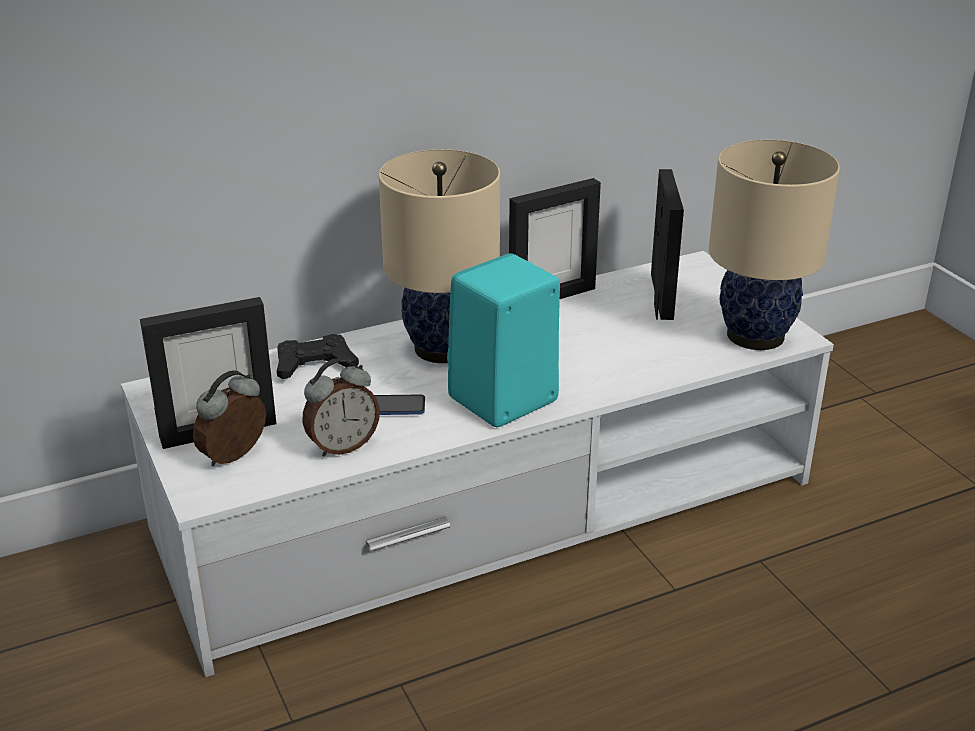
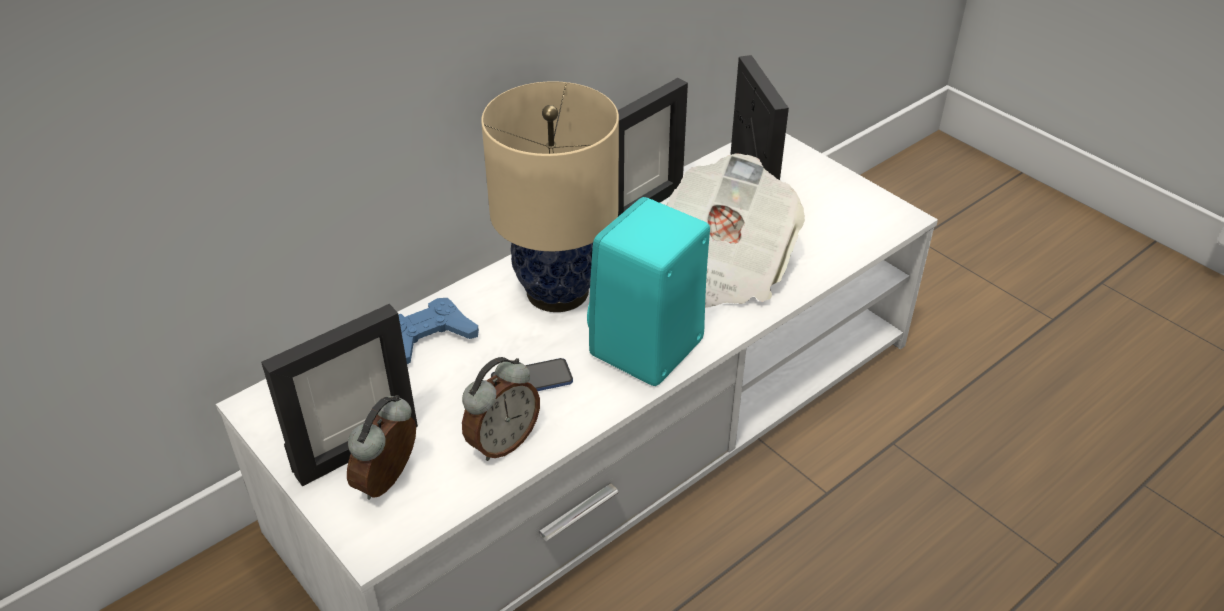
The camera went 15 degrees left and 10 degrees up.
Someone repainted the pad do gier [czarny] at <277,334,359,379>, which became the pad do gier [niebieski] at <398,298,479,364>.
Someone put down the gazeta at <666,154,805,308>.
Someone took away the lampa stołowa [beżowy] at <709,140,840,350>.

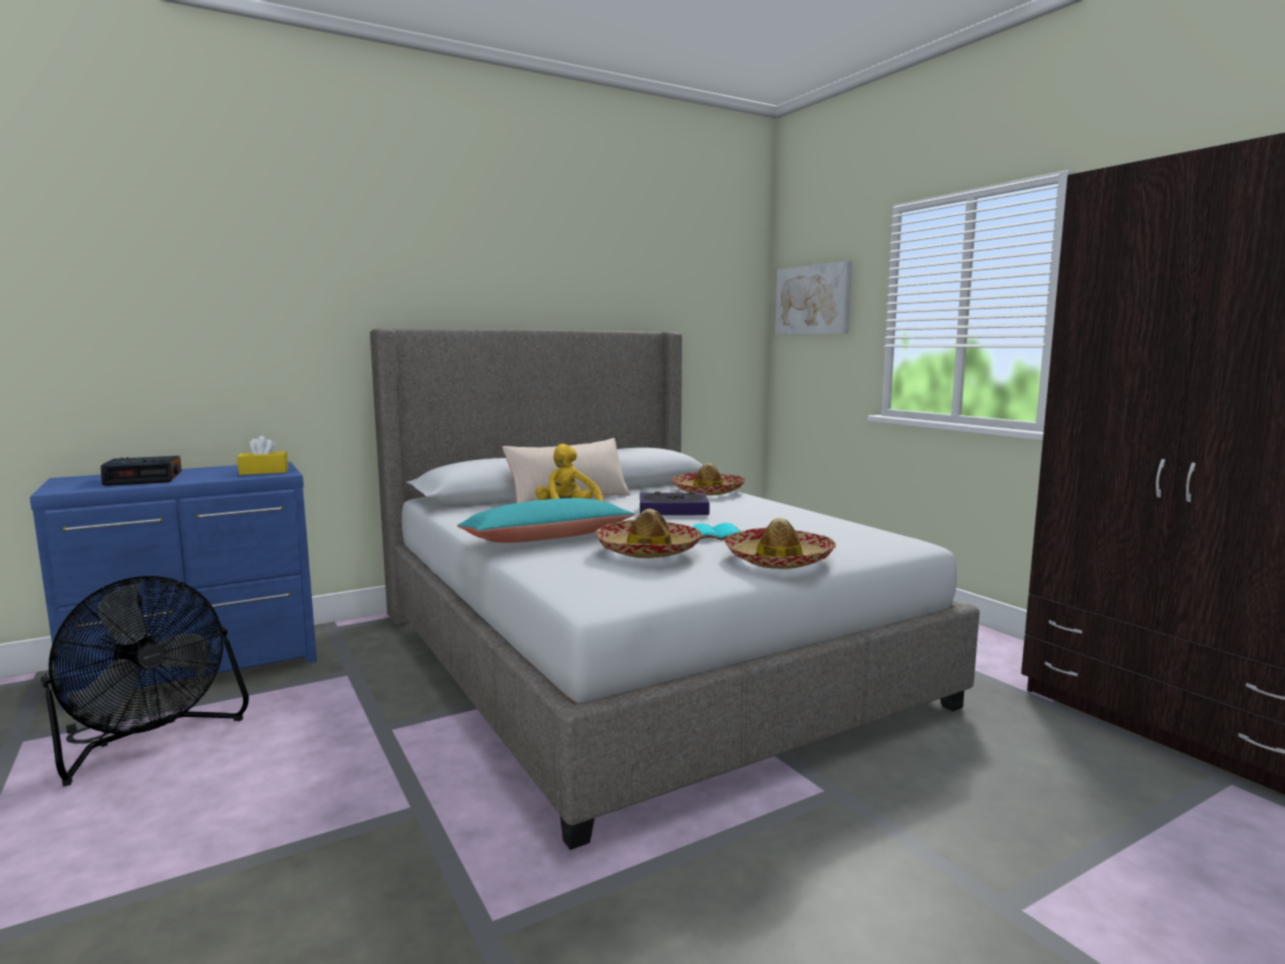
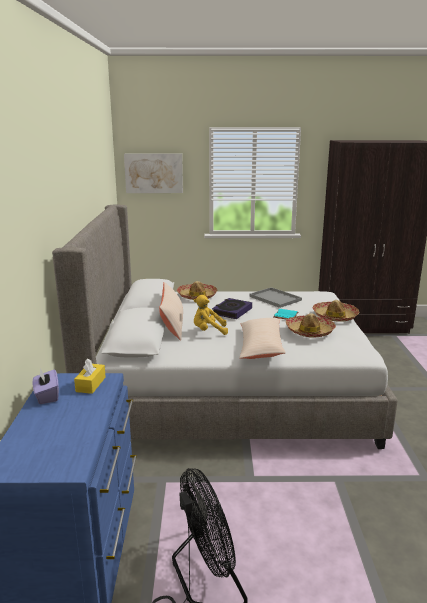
The camera went 60 degrees left and 10 degrees up.
Someone put down the pudełko chusteczek [fioletowy] at <33,368,59,404>.
Someone repainted the poduszka [turkusowy] at <457,498,635,543>, which became the poduszka [beżowy] at <239,318,286,359>.
Someone put down the taca [szary] at <250,287,302,308>.
Someone took away the budzik at <101,456,182,486>.

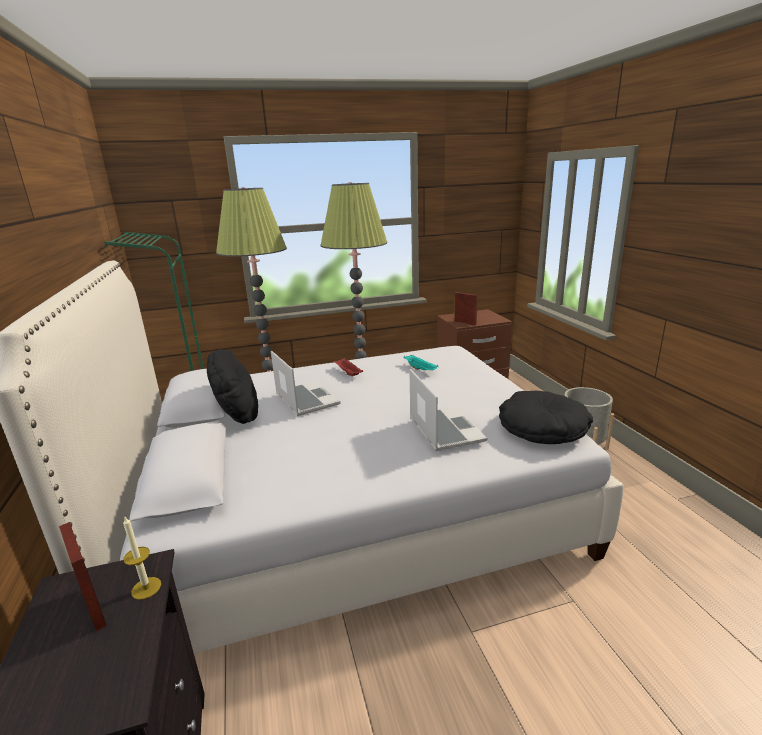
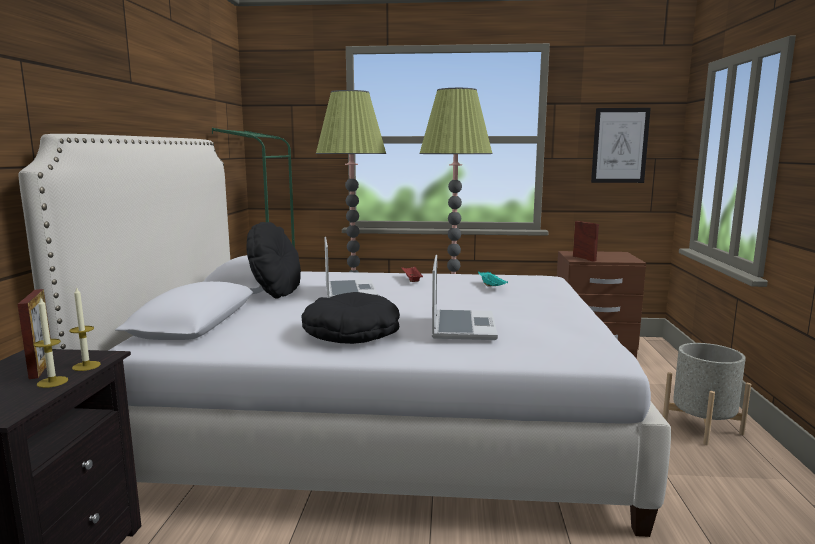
The camera went 20 degrees right and 10 degrees down.
Someone put down the świeca at <33,298,68,388>.
Someone carried the poduszka [czarny] from <499,391,593,444> to <301,292,400,344>.
Someone put up the obraz at <591,108,651,183>.

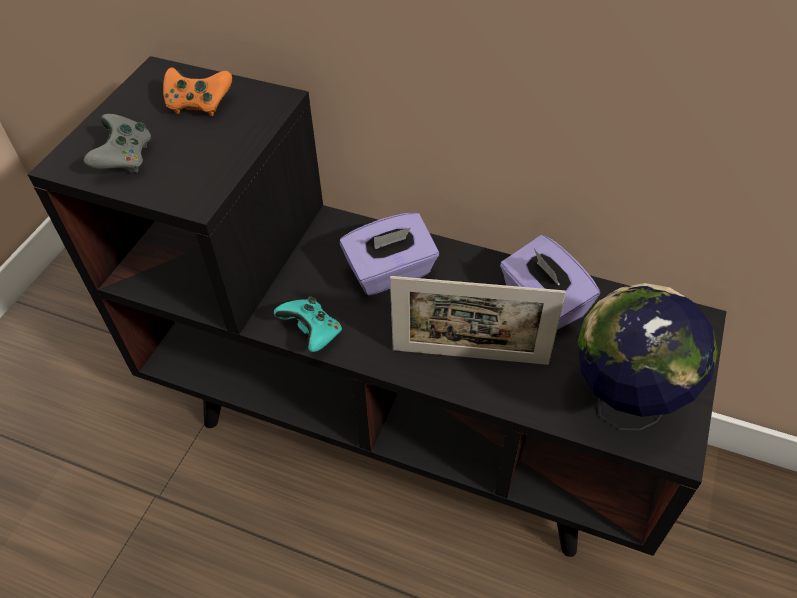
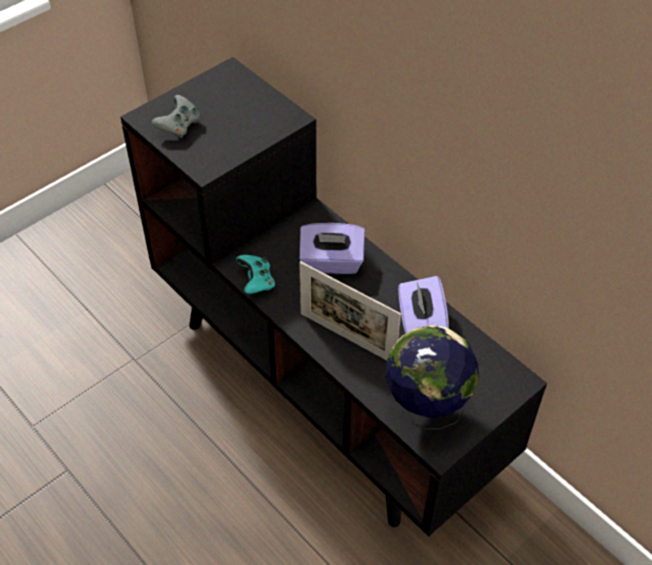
The camera went 25 degrees right and 0 degrees up.
Someone took away the pad do gier [pomarańczowy] at <163,67,232,116>.

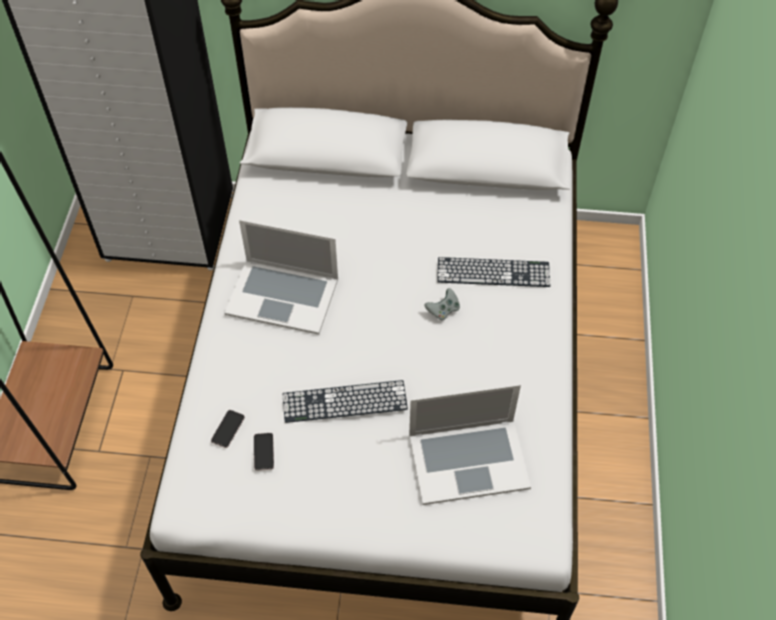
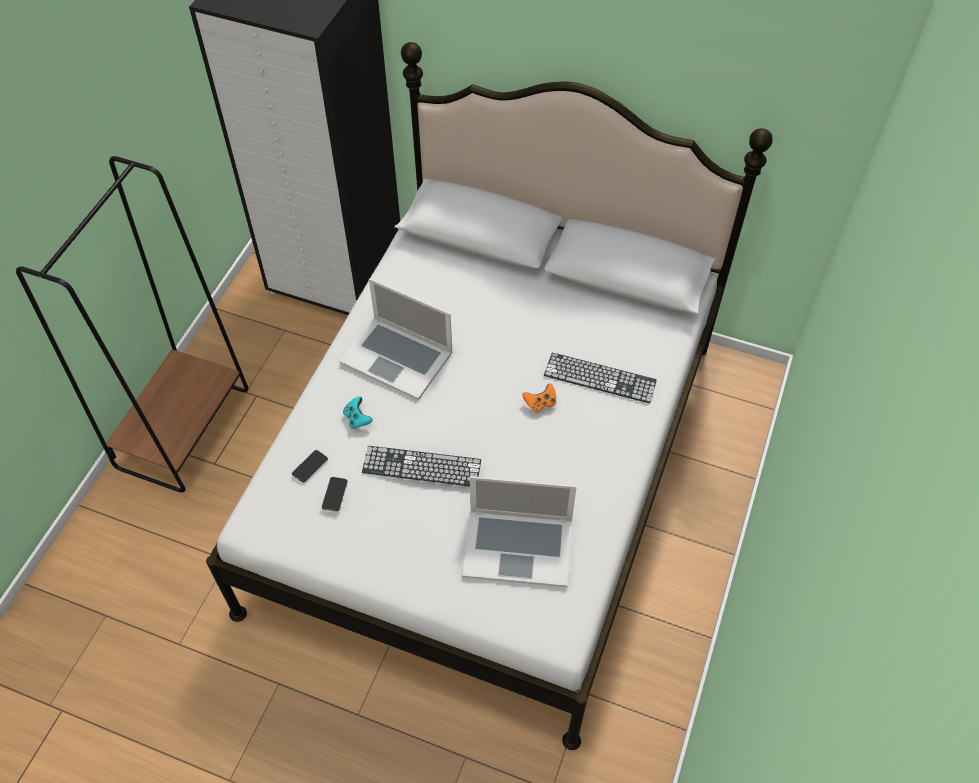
The camera went 15 degrees right and 0 degrees up.
Someone put down the pad do gier [turkusowy] at <343,396,373,429>.
Someone repainted the pad do gier [szary] at <425,288,460,321>, which became the pad do gier [pomarańczowy] at <522,383,556,412>.

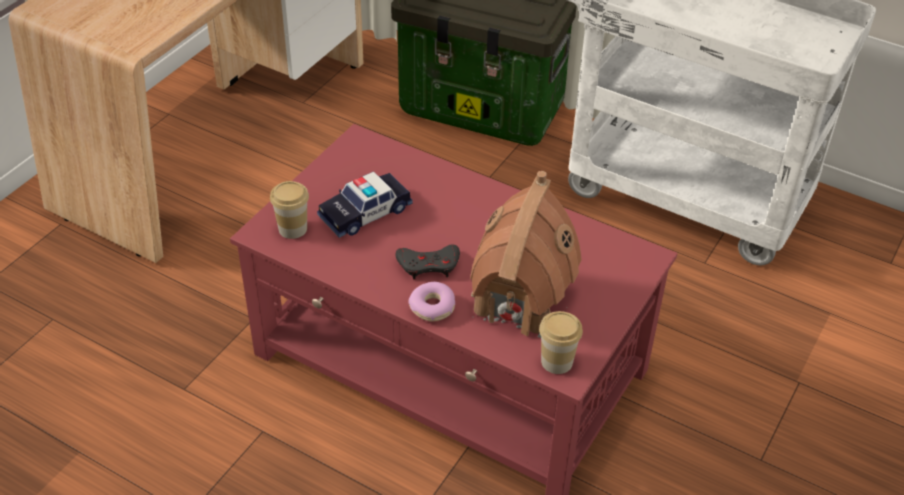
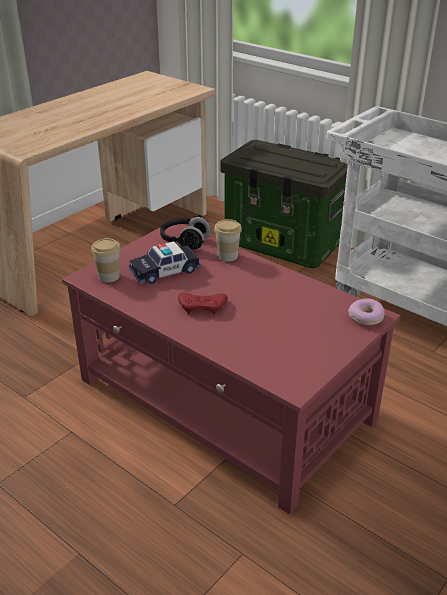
The camera went 10 degrees right and 10 degrees down.
Someone put down the słuchawki [czarny] at <160,216,212,249>.
Someone repainted the pad do gier [szary] at <396,245,460,280>, which became the pad do gier [czerwony] at <178,292,228,315>.
Someone carried the filiżanka from <539,311,583,374> to <214,219,242,262>.
Someone carried the donut from <408,282,455,321> to <348,299,385,325>.
Someone took away the domek at <470,171,582,338>.

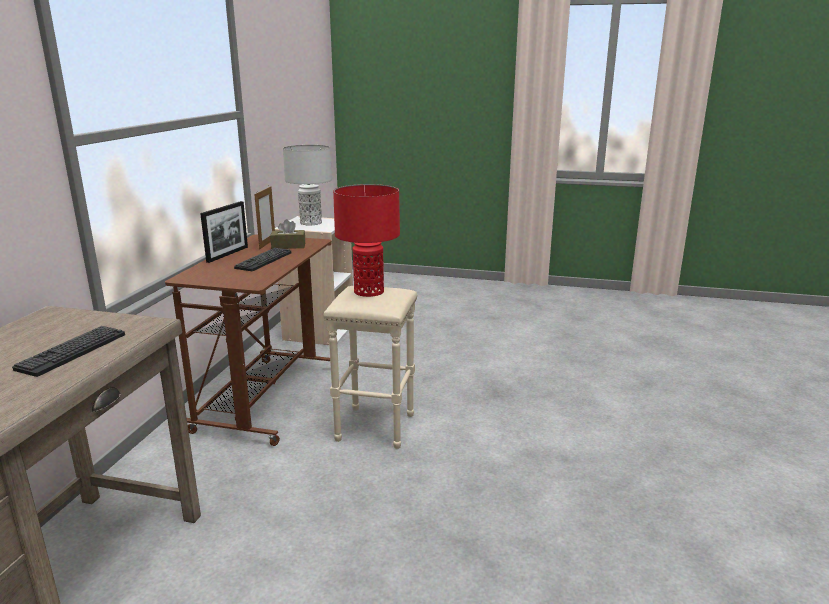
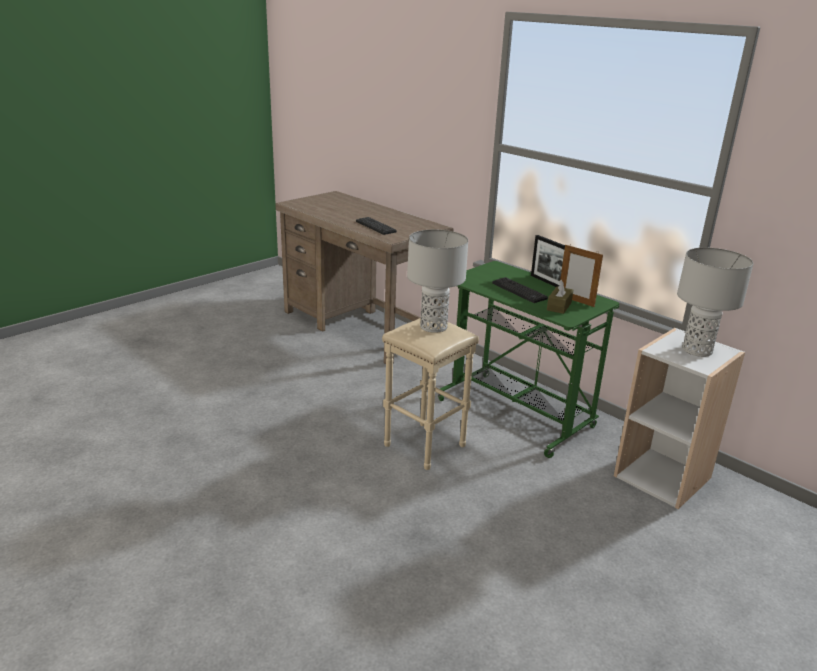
The camera went 120 degrees right and 5 degrees up.
Someone repainted the lampa stołowa [czerwony] at <333,184,400,297>, which became the lampa stołowa [biały] at <407,230,468,333>.
Someone repainted the biurko [brązowy] at <165,235,332,446>, which became the biurko [zielony] at <438,261,619,458>.

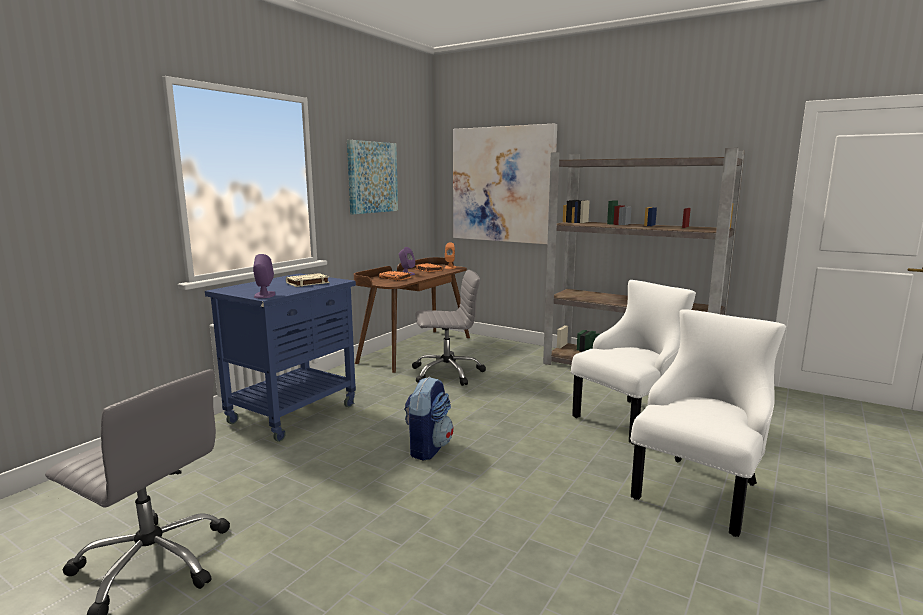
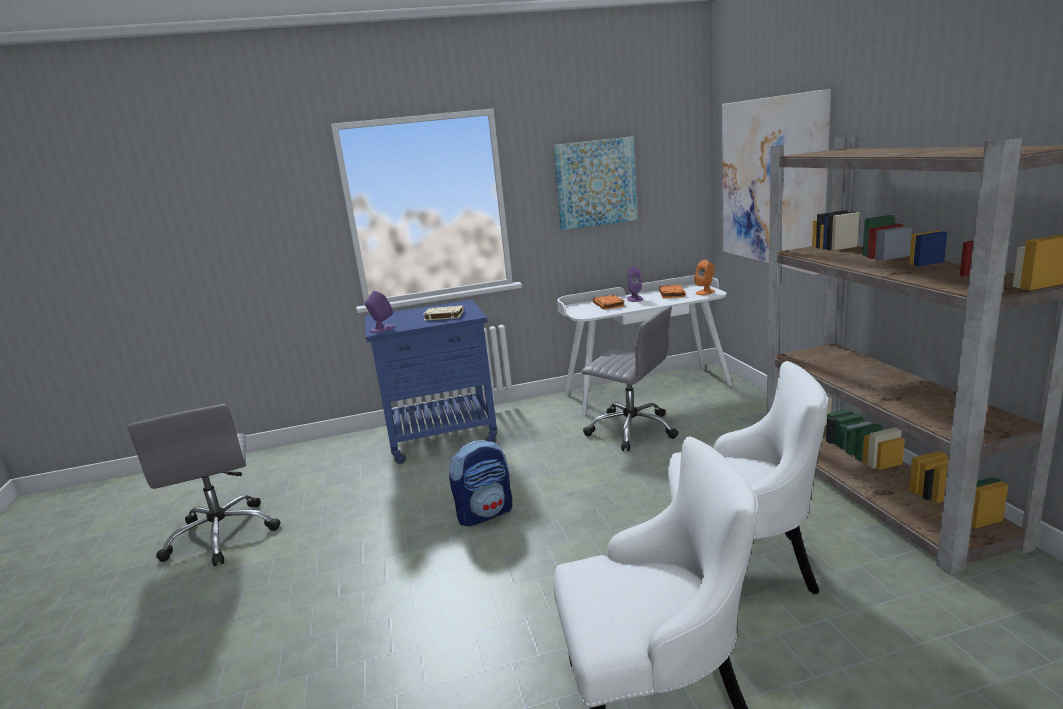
The camera went 45 degrees right and 5 degrees up.
Someone repainted the biurko [brązowy] at <354,257,470,373>, which became the biurko [biały] at <557,275,732,416>.

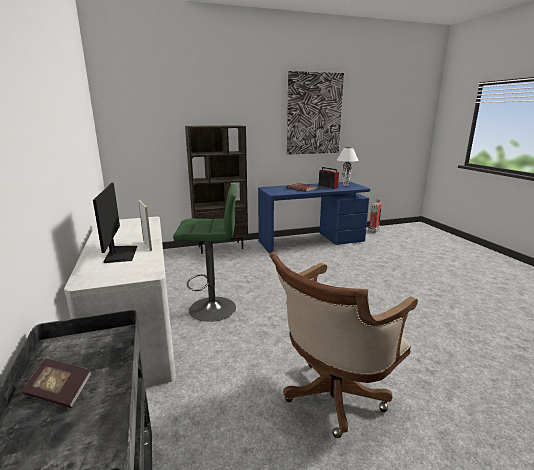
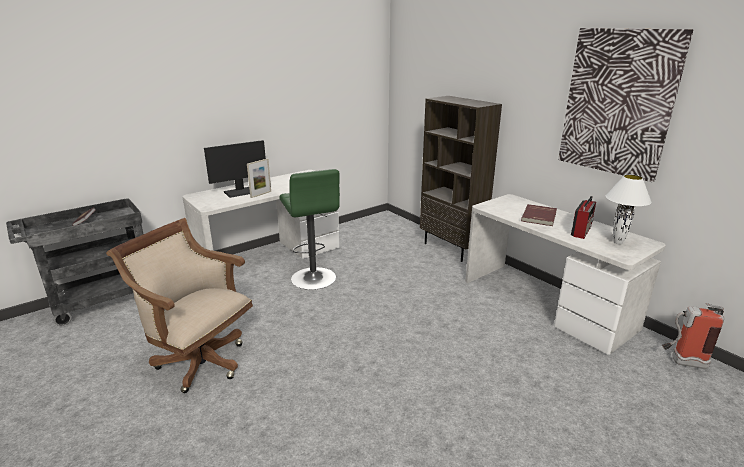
The camera went 70 degrees right and 5 degrees up.
Someone repainted the biurko [niebieski] at <258,182,370,254>, which became the biurko [biały] at <465,194,666,355>.

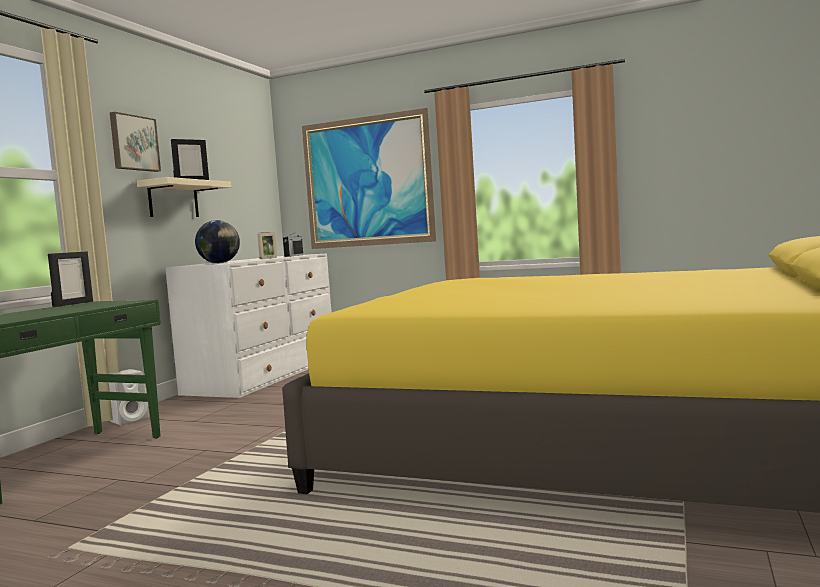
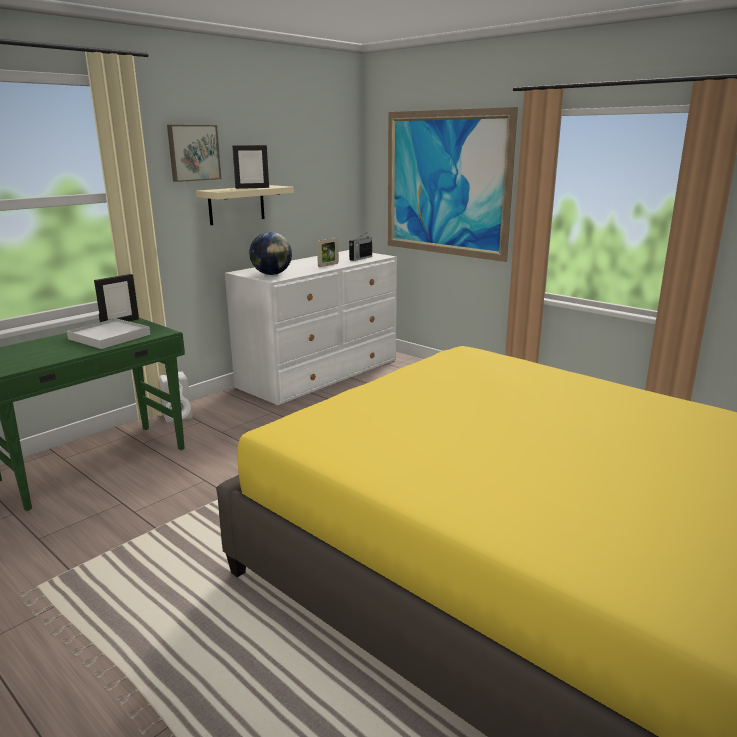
The camera went 20 degrees right and 15 degrees up.
Someone put down the taca [biały] at <67,318,151,349>.

